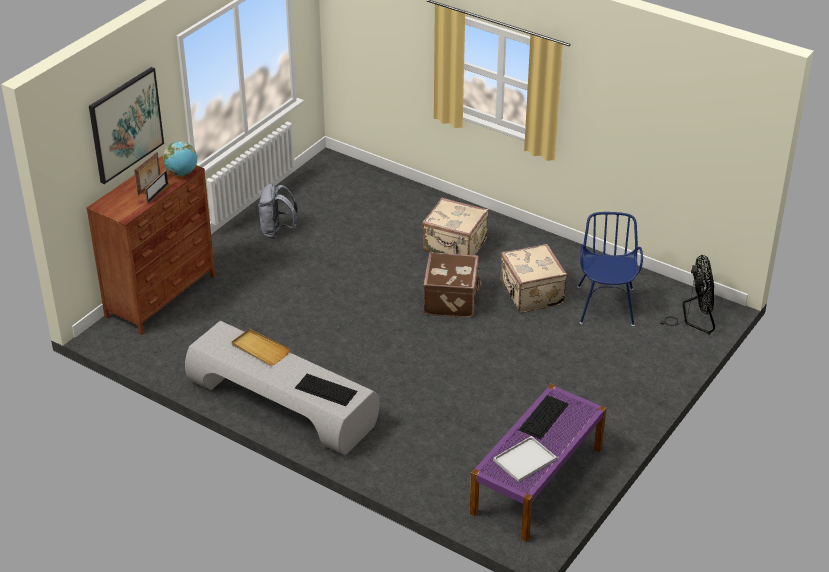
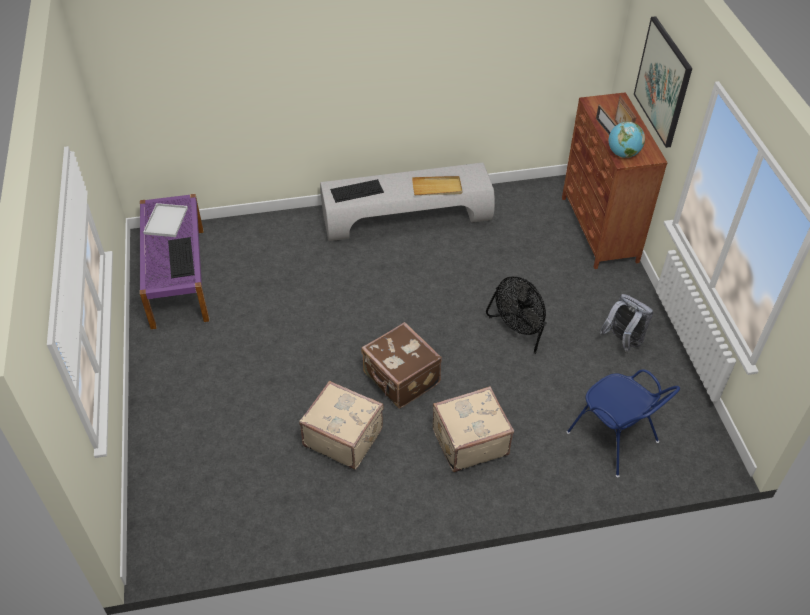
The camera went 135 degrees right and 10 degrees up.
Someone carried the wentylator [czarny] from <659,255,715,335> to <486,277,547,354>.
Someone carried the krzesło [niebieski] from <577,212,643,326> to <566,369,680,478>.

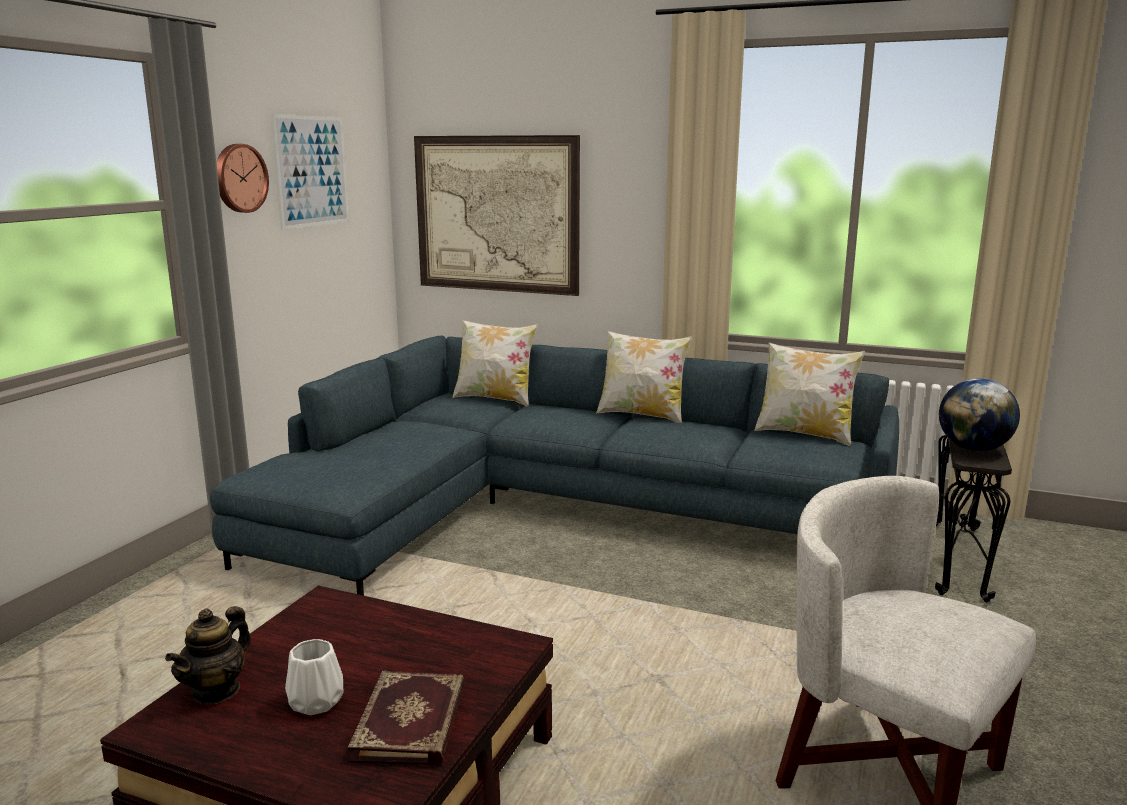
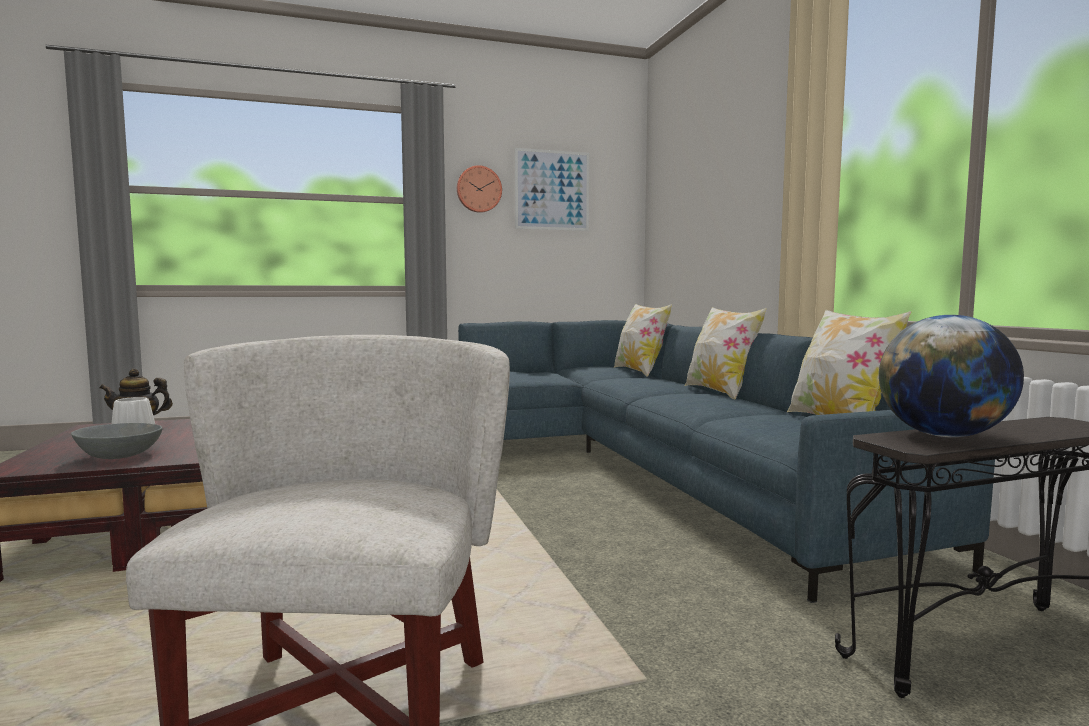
The camera went 50 degrees right and 10 degrees down.
Someone swapped the książka at <348,671,465,766> for the miska [szary] at <71,423,162,459>.
Someone took away the obraz at <414,135,580,296>.

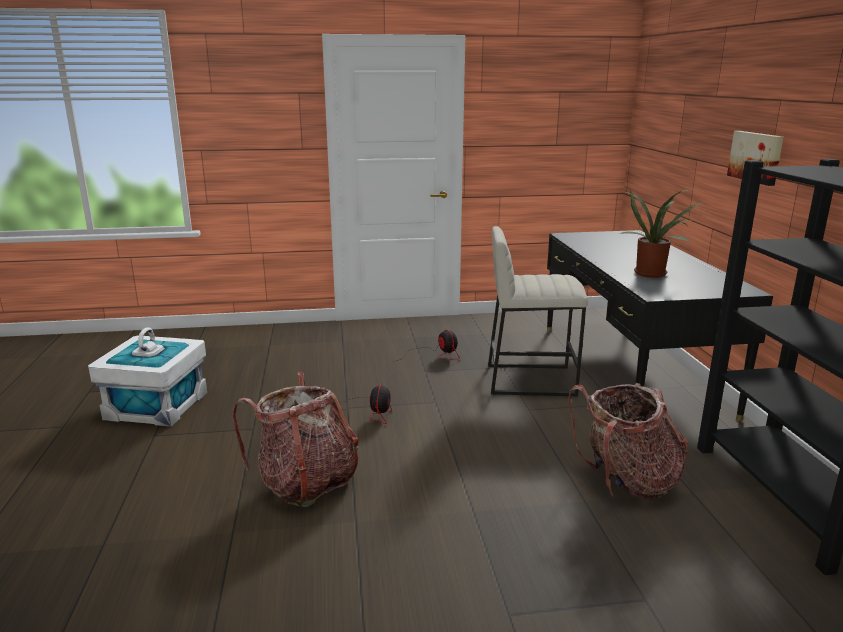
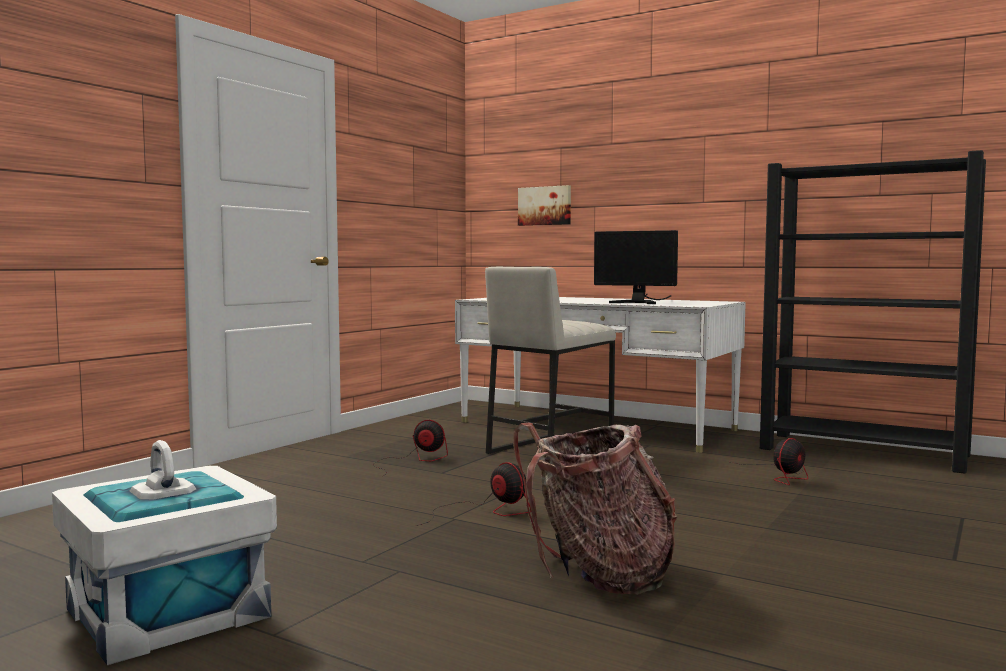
The camera went 50 degrees left and 15 degrees down.
Someone repainted the biurko [czarny] at <547,230,773,421>, which became the biurko [biały] at <455,297,746,453>.
Someone carried the obraz from <727,131,783,186> to <518,185,571,226>.
Someone swapped the roślina doniczkowa at <620,189,704,278> for the monitor at <594,230,678,304>.
Someone swapped the plecak at <568,383,688,499> for the wentylator at <731,438,808,485>.

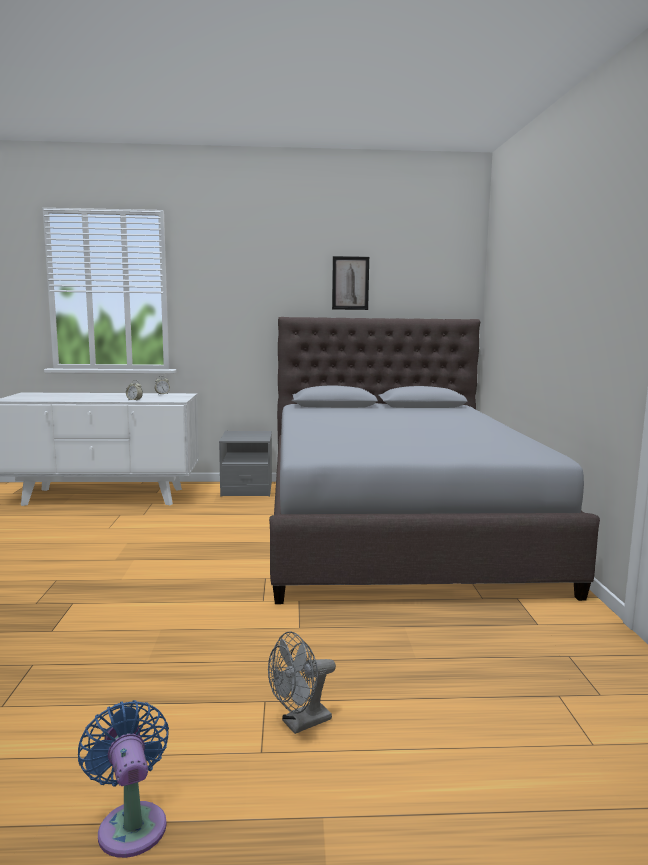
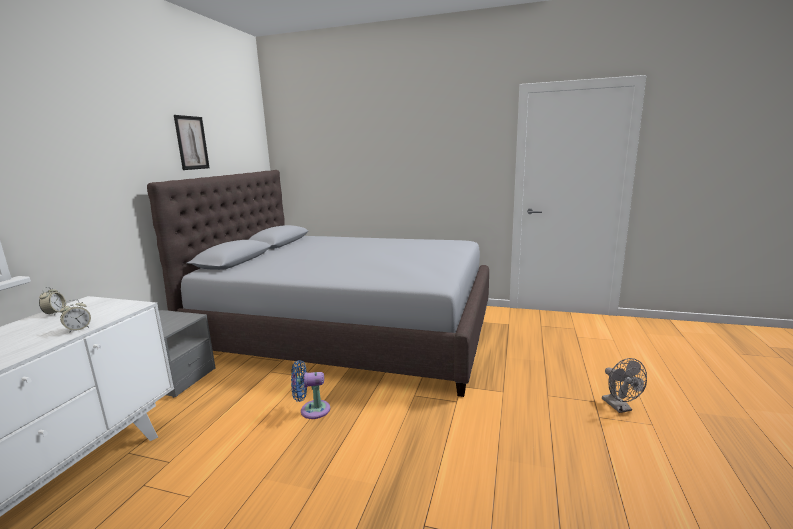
The camera went 70 degrees left and 5 degrees up.
Someone carried the wentylator [niebieski] from <78,700,169,858> to <291,360,330,419>.

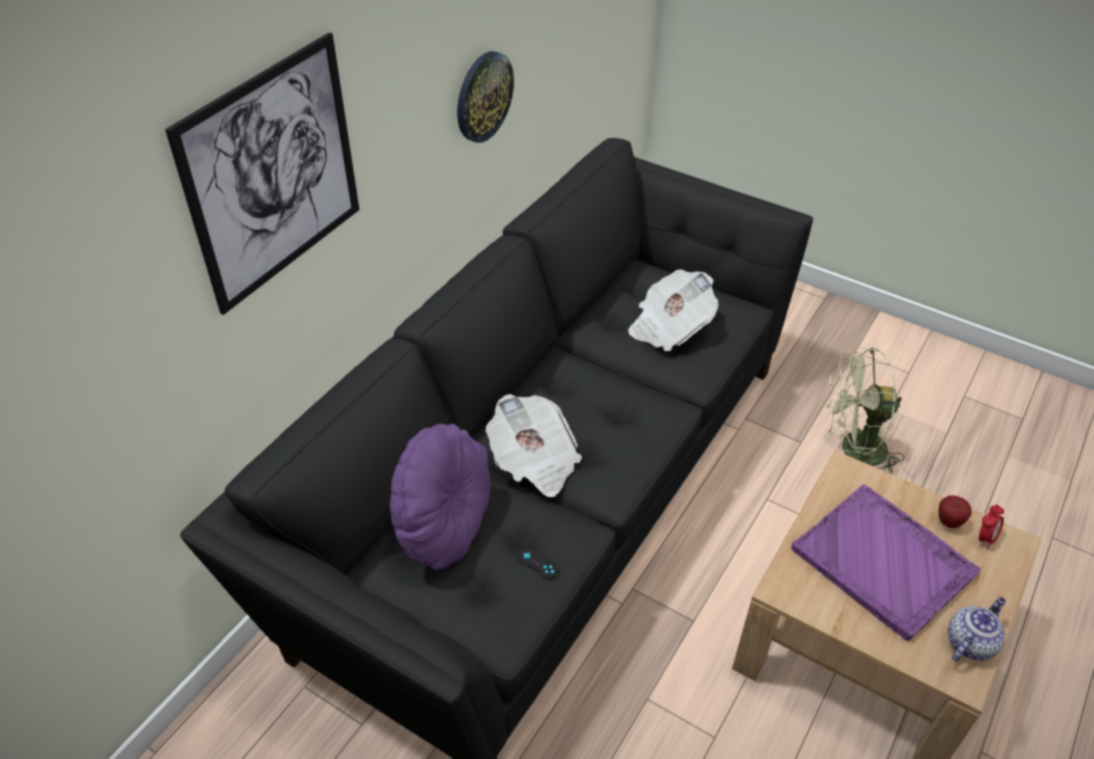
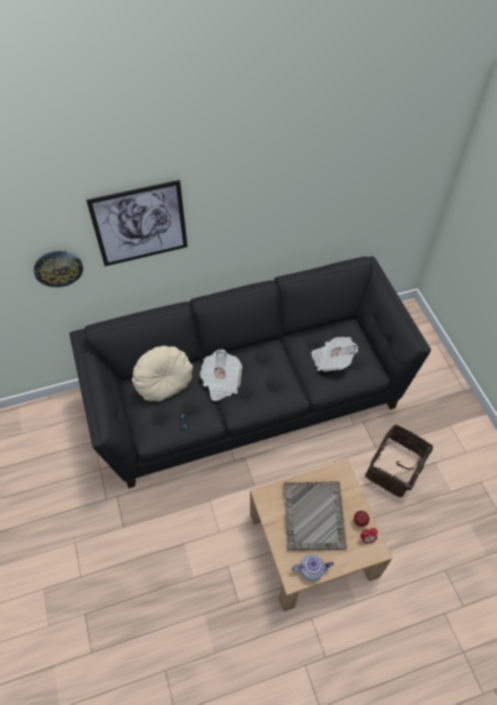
The camera went 40 degrees right and 10 degrees up.
Someone carried the zegar ścienny from <457,51,514,143> to <34,251,83,287>.
Someone repainted the poduszka [fioletowy] at <390,424,491,570>, which became the poduszka [beżowy] at <132,346,193,401>.
Someone repainted the taca [fioletowy] at <791,484,980,641>, which became the taca [szary] at <284,481,347,550>.
Someone swapped the wentylator [zielony] at <825,348,904,474> for the koszyk at <365,424,437,498>.

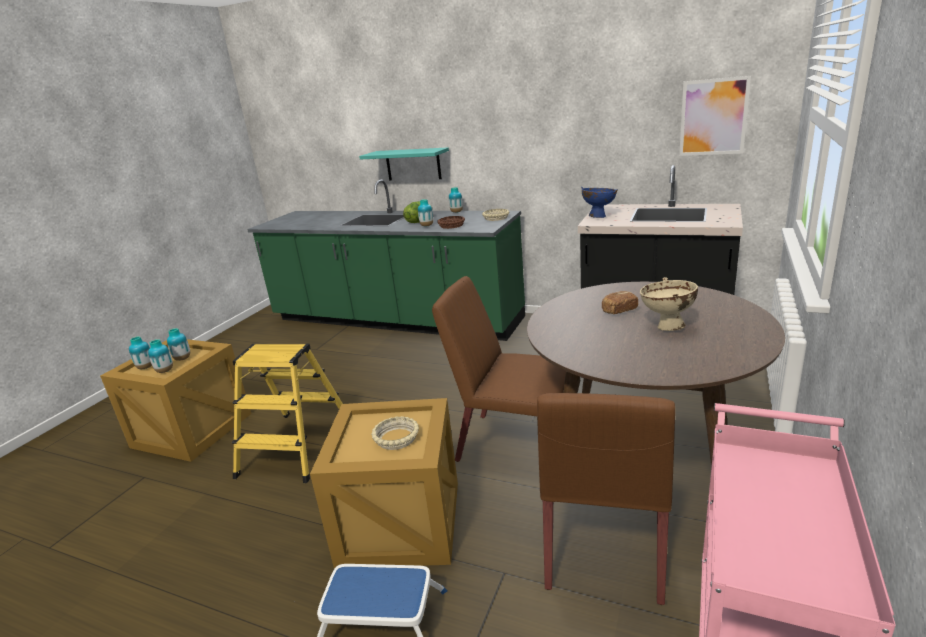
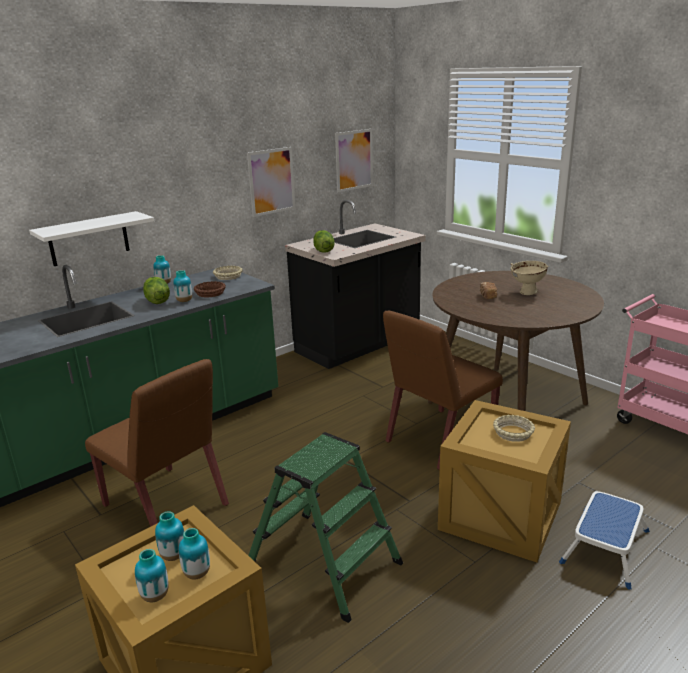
The camera went 65 degrees left and 0 degrees up.
Someone repainted the półka [turkusowy] at <359,147,449,181>, which became the półka [biały] at <29,211,154,266>.
Someone carried the krzesło [brązowy] from <537,393,675,605> to <85,359,229,527>.
Someone put up the obraz at <247,147,295,217>.
Someone repainted the drabinka [żółty] at <232,344,343,483>, which became the drabinka [zielony] at <248,432,403,623>.
Someone swapped the miska [niebieski] at <581,187,618,218> for the sałata at <313,230,335,253>.

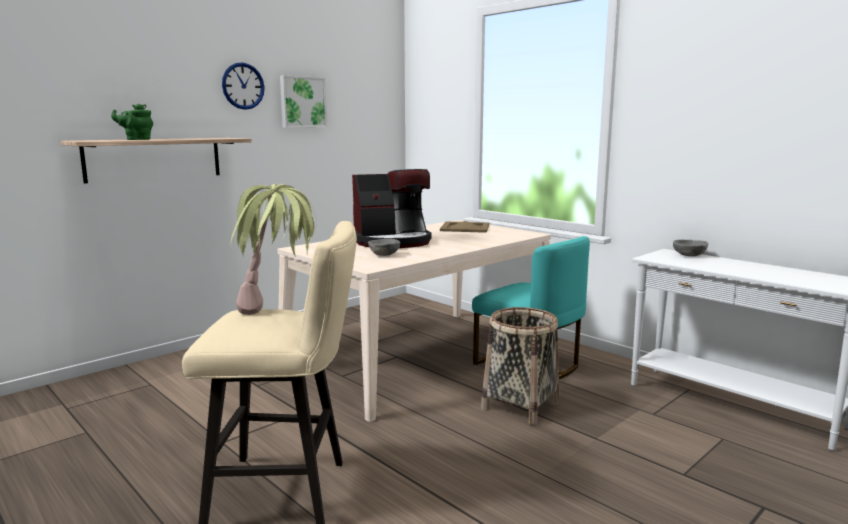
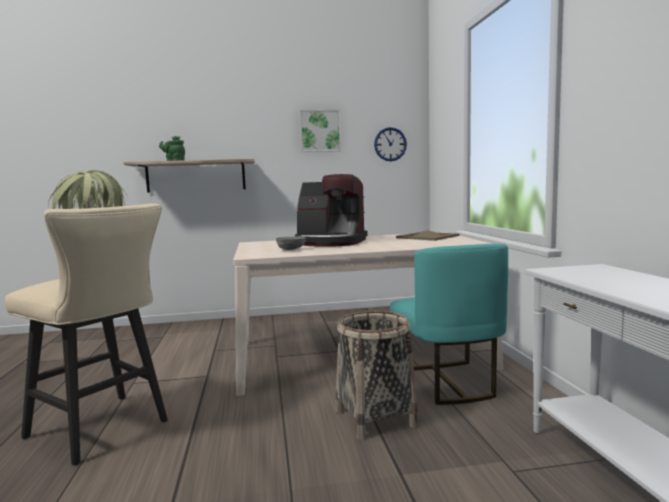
The camera went 35 degrees right and 5 degrees down.
Someone carried the zegar ścienny from <222,62,265,110> to <374,127,407,161>.
Someone took away the miska [szary] at <673,240,708,256>.

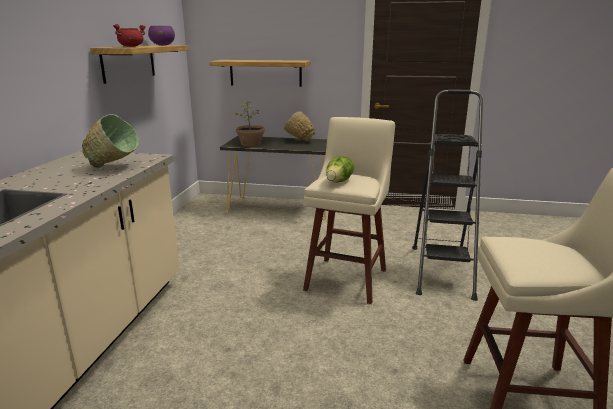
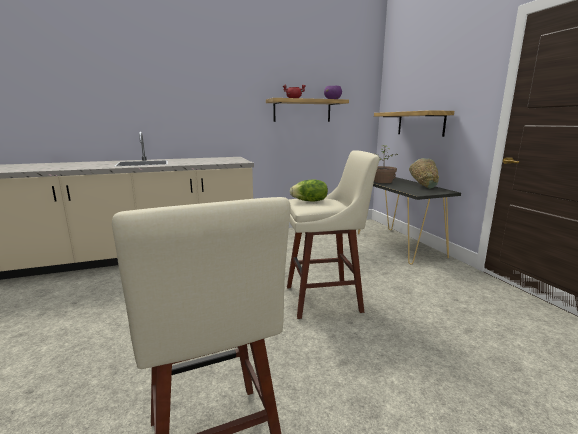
The camera went 60 degrees right and 5 degrees down.
Someone took away the miska [zielony] at <82,114,139,168>.
Someone took away the drabinka at <412,89,483,301>.

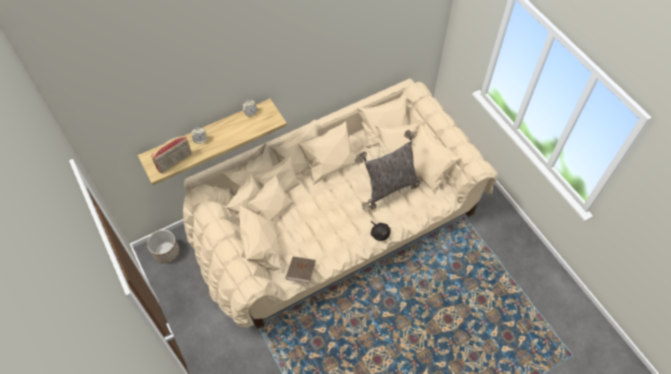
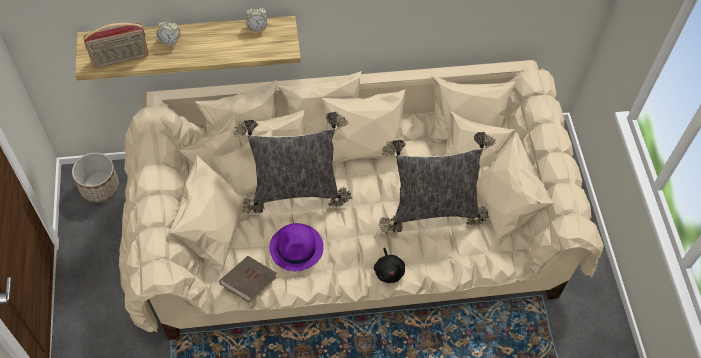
The camera went 20 degrees right and 0 degrees up.
Someone put down the poduszka at <233,112,353,214>.
Someone put down the kapelusz [fioletowy] at <269,223,324,271>.

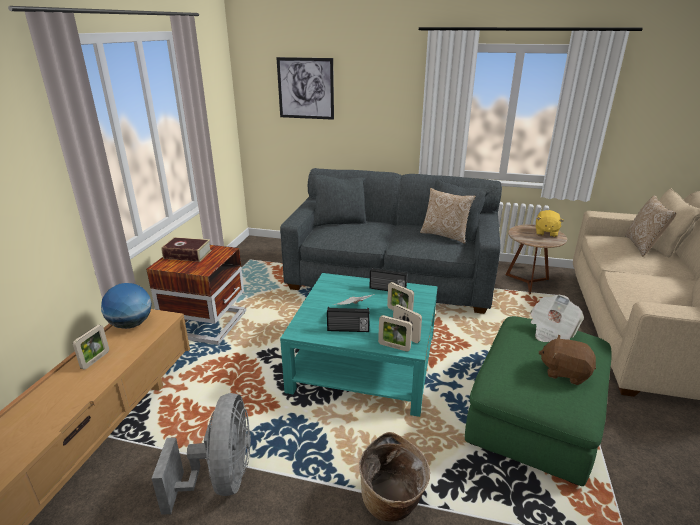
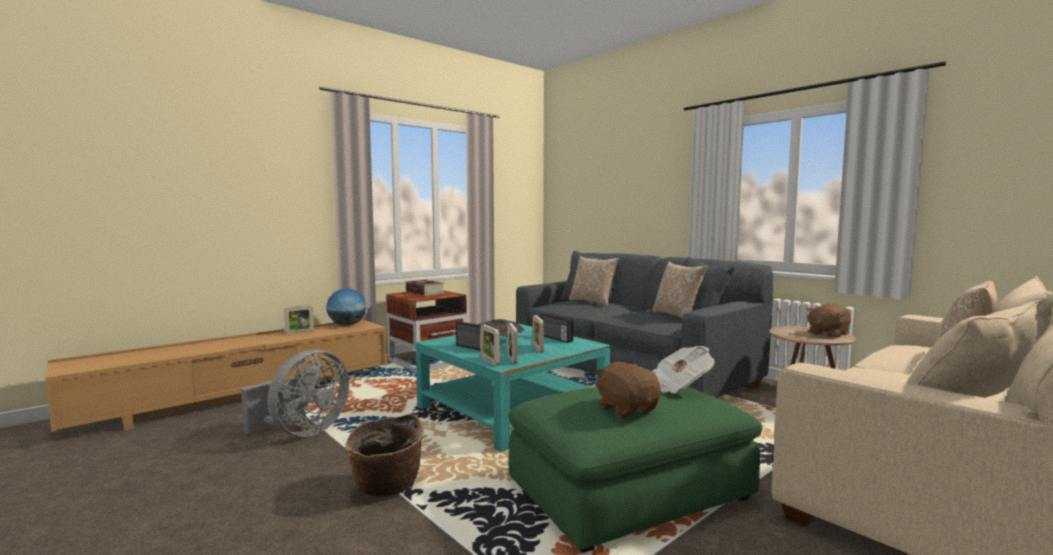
The camera went 35 degrees right and 20 degrees down.
Someone put down the poduszka at <569,256,618,306>.
Someone repainted the pluszak [żółty] at <536,210,564,237>, which became the pluszak [brązowy] at <807,304,851,338>.
Someone took away the obraz at <276,57,334,120>.

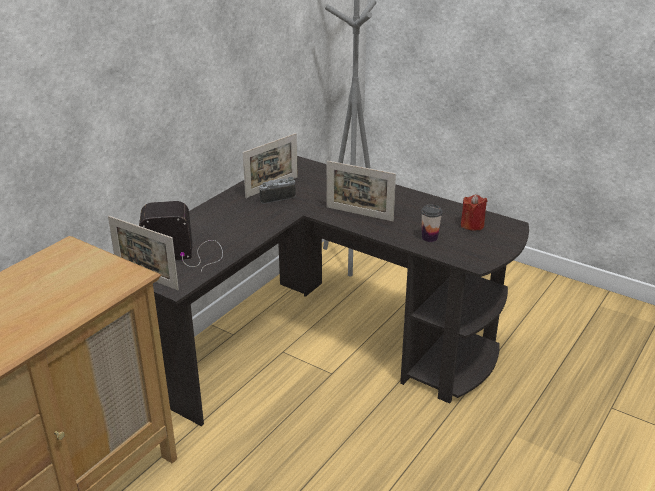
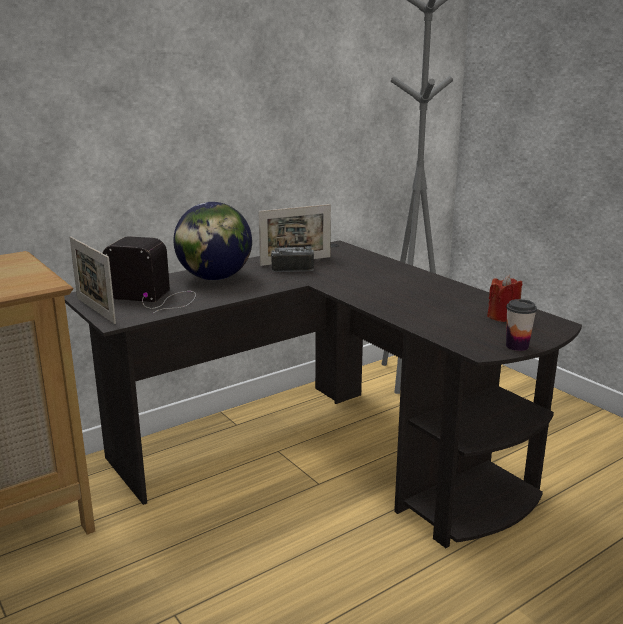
The camera went 20 degrees right and 10 degrees down.
Someone put down the globus at <174,202,252,280>.
Someone carried the filiżanka from <421,205,443,242> to <506,299,537,351>.
Someone took away the ramka na zdjęcie at <327,161,396,221>.

